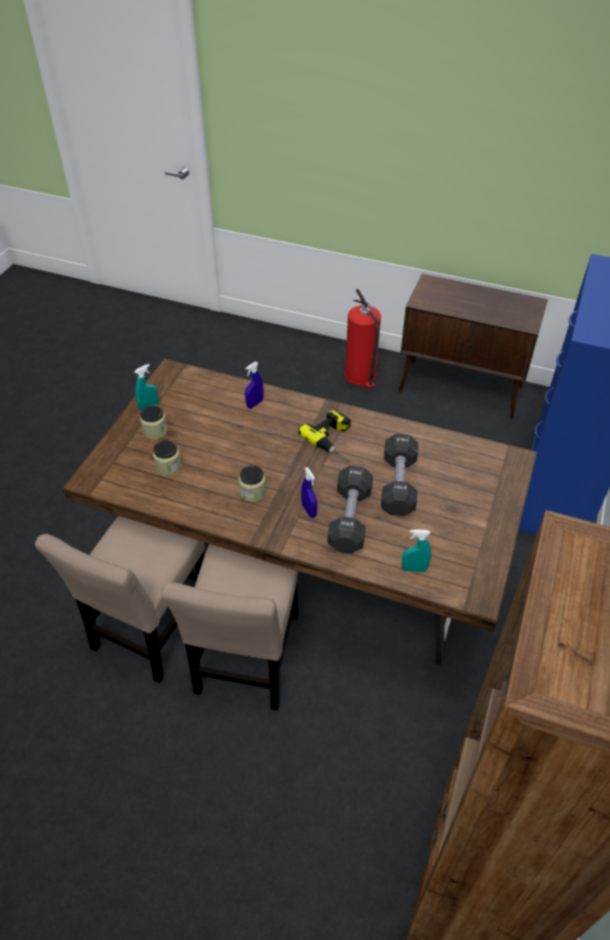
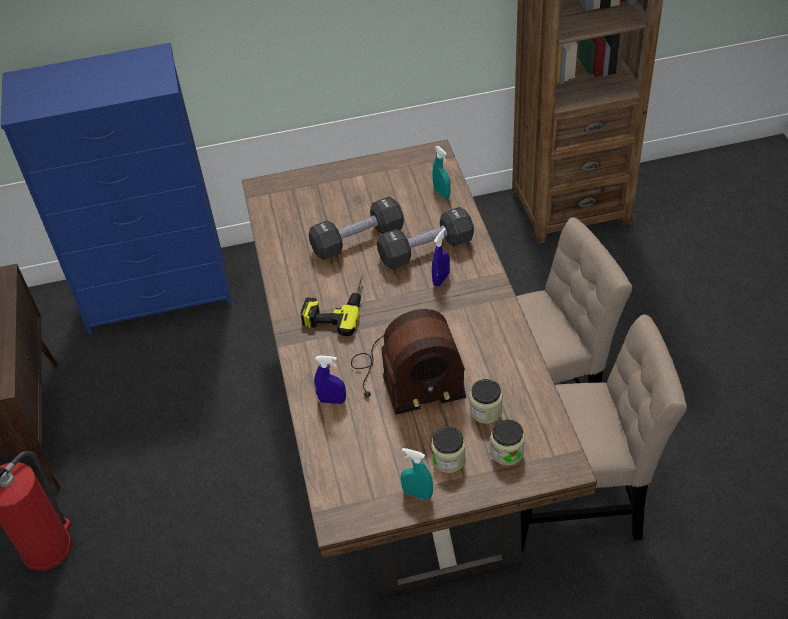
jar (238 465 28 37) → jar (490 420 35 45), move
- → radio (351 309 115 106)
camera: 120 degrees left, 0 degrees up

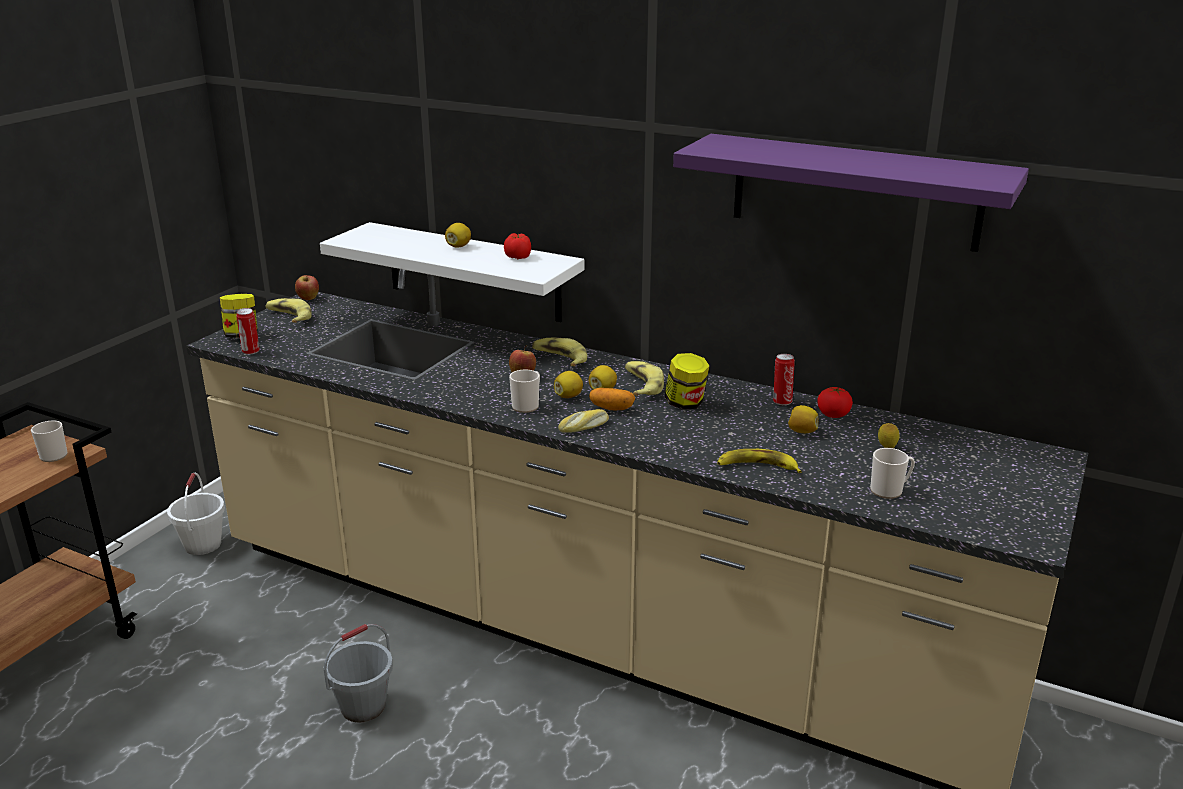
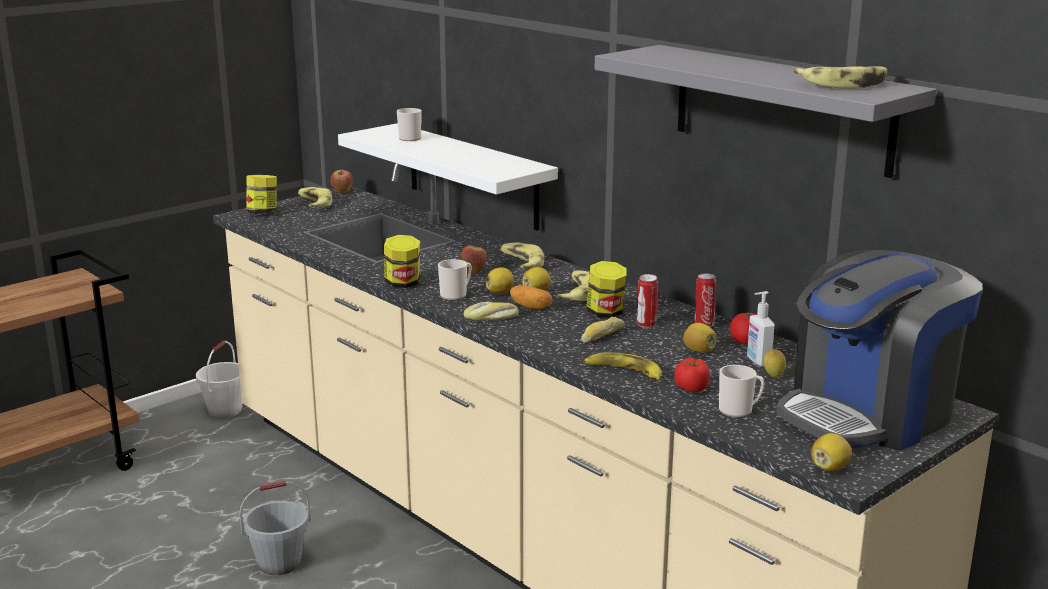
mug (31 421 37 41) → mug (397 108 25 33), move
can (236 308 24 47) → can (636 274 22 54), move
lemon (445 223 26 25) → lemon (811 433 41 39), move
tomato (504 233 27 26) → tomato (674 357 36 35), move
shelf in purple (673 134 356 118) → shelf in grey (595 45 341 133)
- → jar (384 235 36 53)
- → bread (581 317 44 26)
- → soap dispenser (747 291 27 75)
- → coffee machine (776 250 207 201)
- → banana (794 66 93 23)
camera: 20 degrees right, 5 degrees down

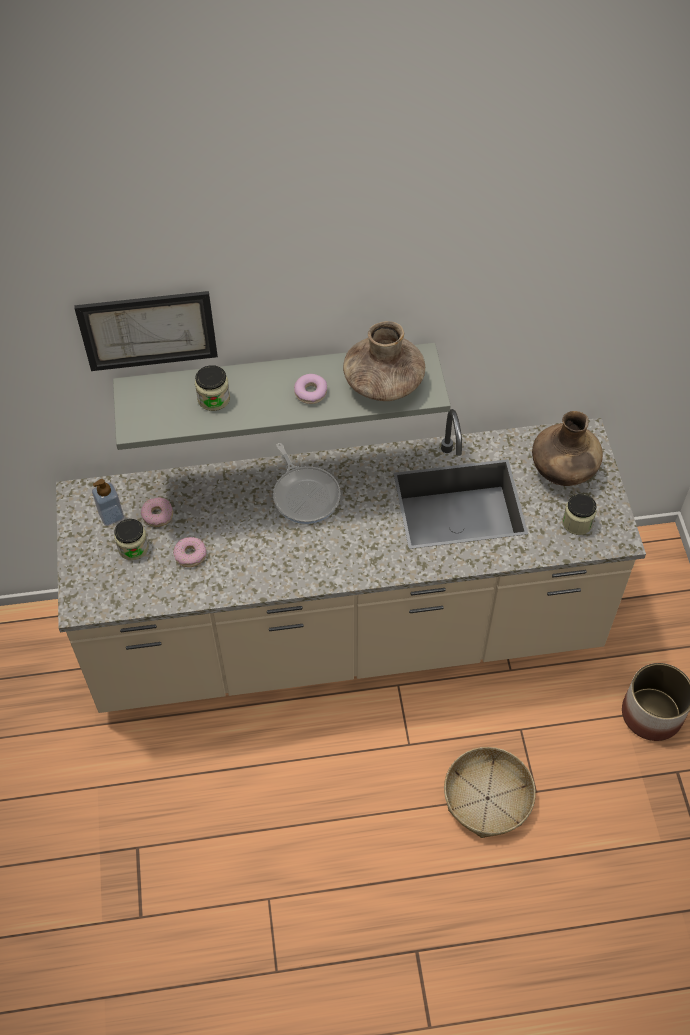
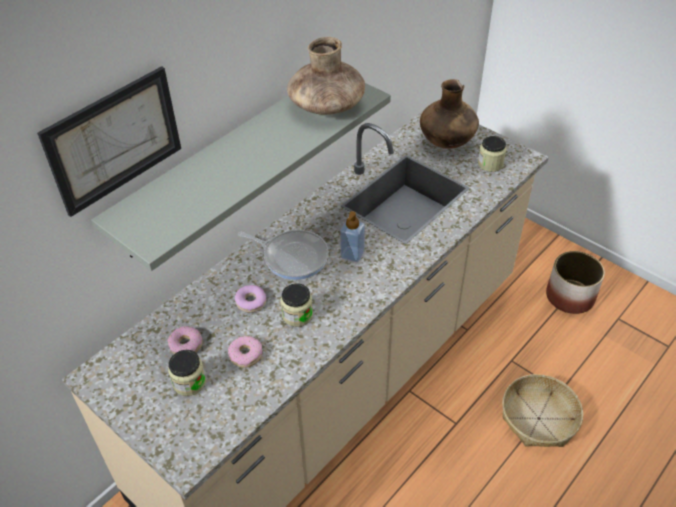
soap dispenser (92 479 32 47) → soap dispenser (340 211 25 51), move
jar (195 365 35 46) → jar (281 283 32 44), move
donut (294 374 33 30) → donut (235 285 31 28), move
camera: 40 degrees left, 10 degrees down

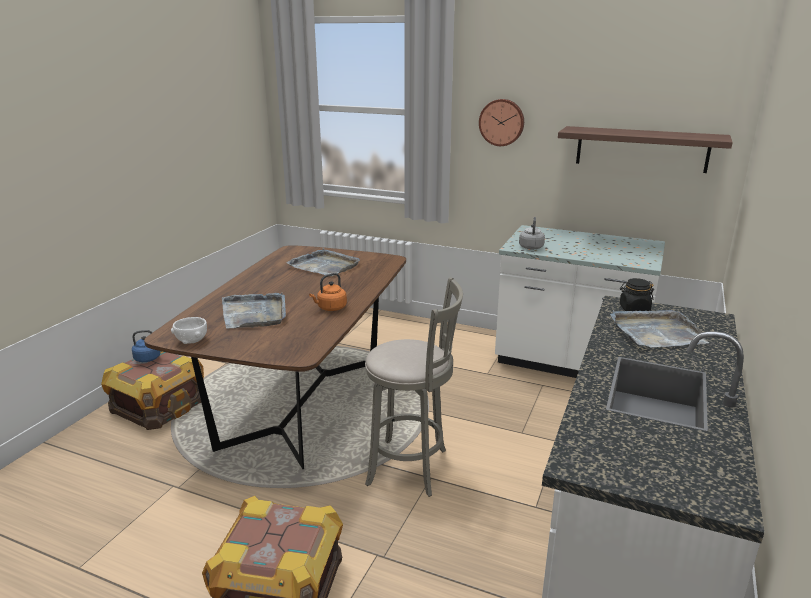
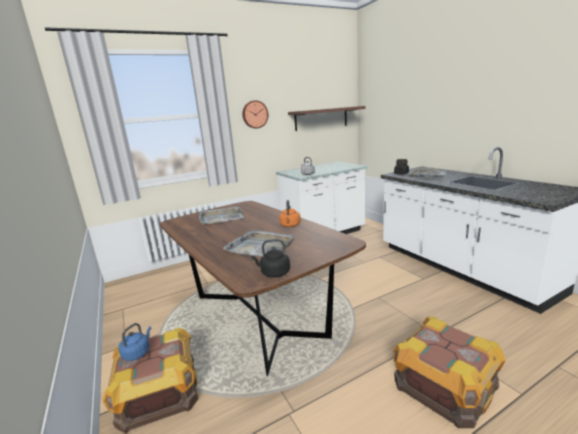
bowl in white (171 317 36 27) → kettle in black (251 239 39 39)
stool in grey (365 277 98 220) → -
camera: 50 degrees left, 5 degrees down

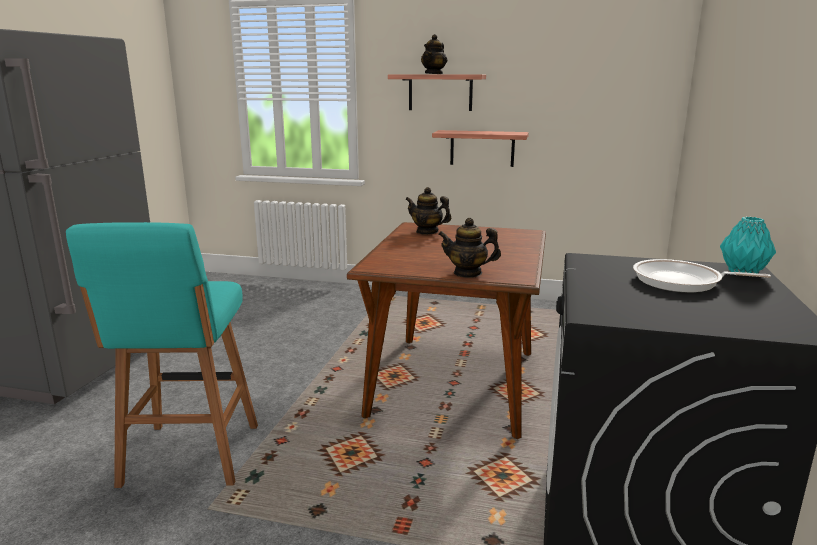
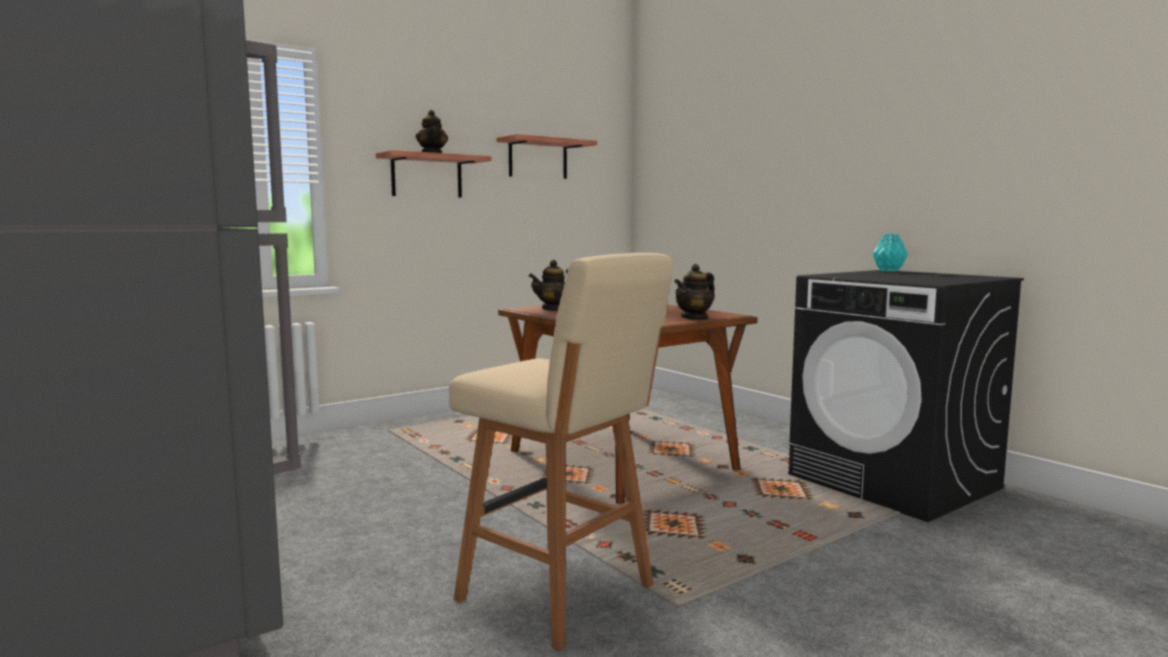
stool in turquoise (66 222 192 266) → stool in beige (449 253 224 398)
shelf (432 130 97 37) → shelf (496 134 101 45), move
frying pan (633 259 138 33) → -
camera: 50 degrees left, 10 degrees down

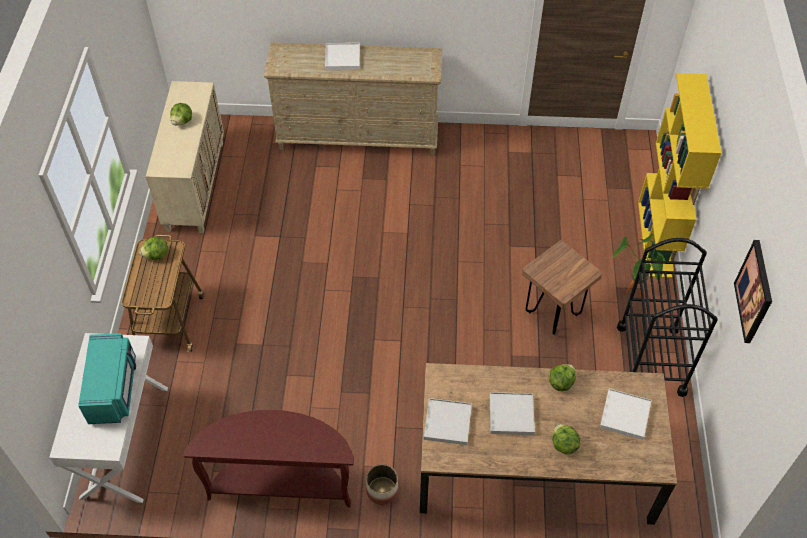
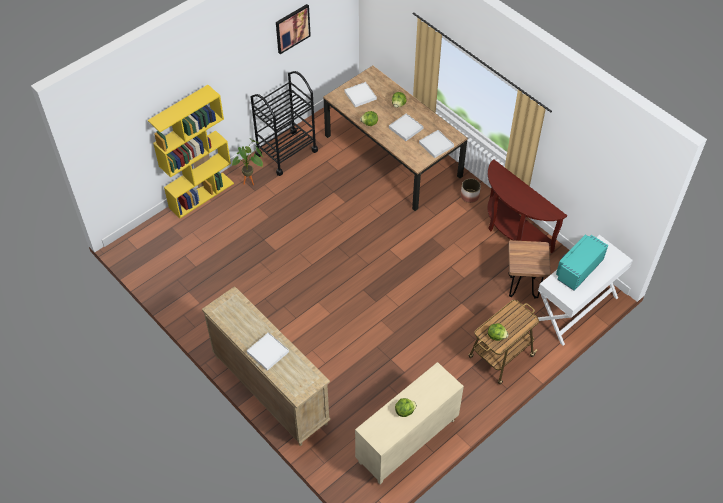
stool in brown (522 240 80 95) → stool in brown (508 240 43 59), move
camera: 135 degrees left, 0 degrees up

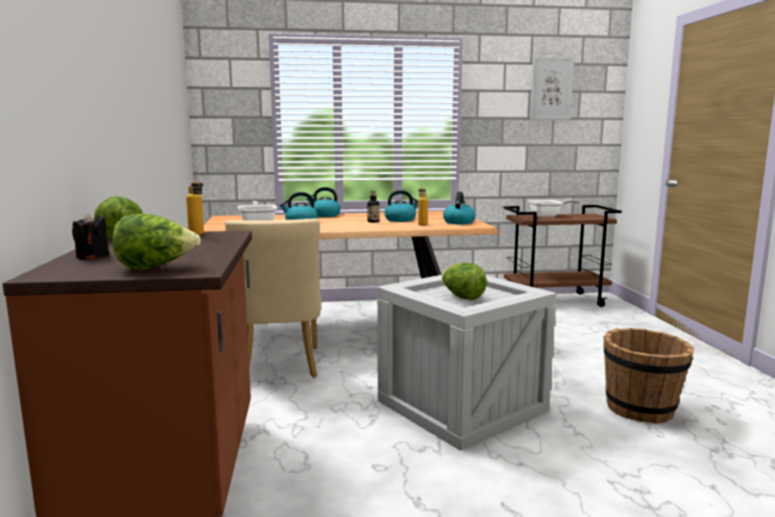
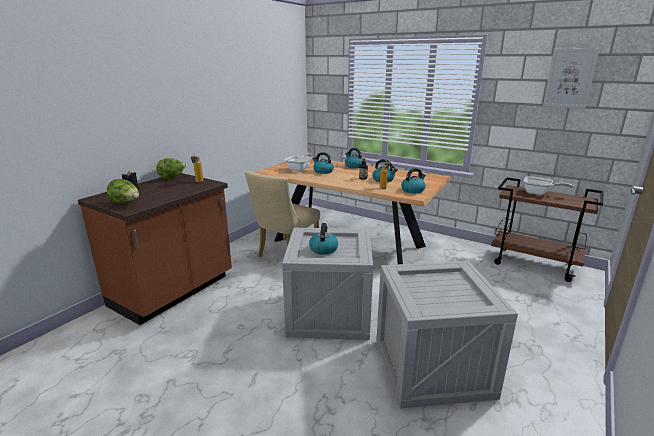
lettuce (441 263 46 37) → kettle (309 223 29 32)
bucket in brown (604 328 90 96) → crate (377 261 141 147)
camera: 40 degrees right, 10 degrees up

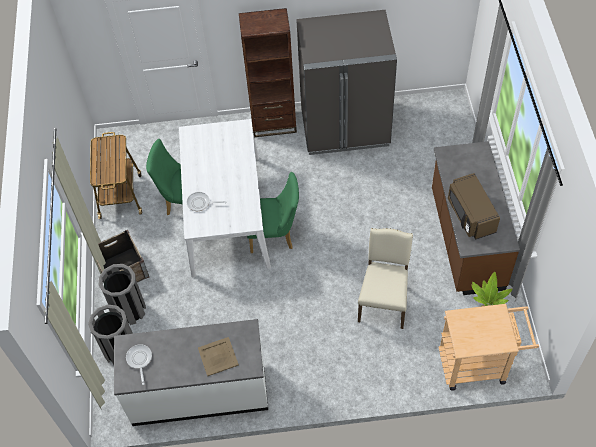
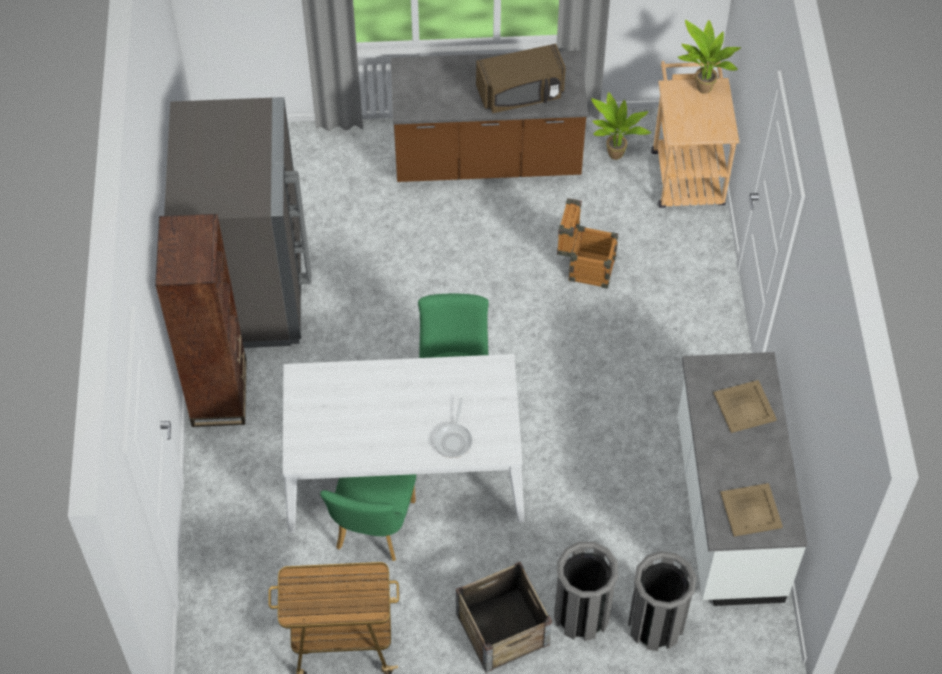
frying pan (126 344 26 41) → tray in beige (720 483 63 54)
chair in beige (358 228 55 101) → crate (557 198 61 91)
- → potted plant (678 20 63 74)
camera: 90 degrees left, 0 degrees up

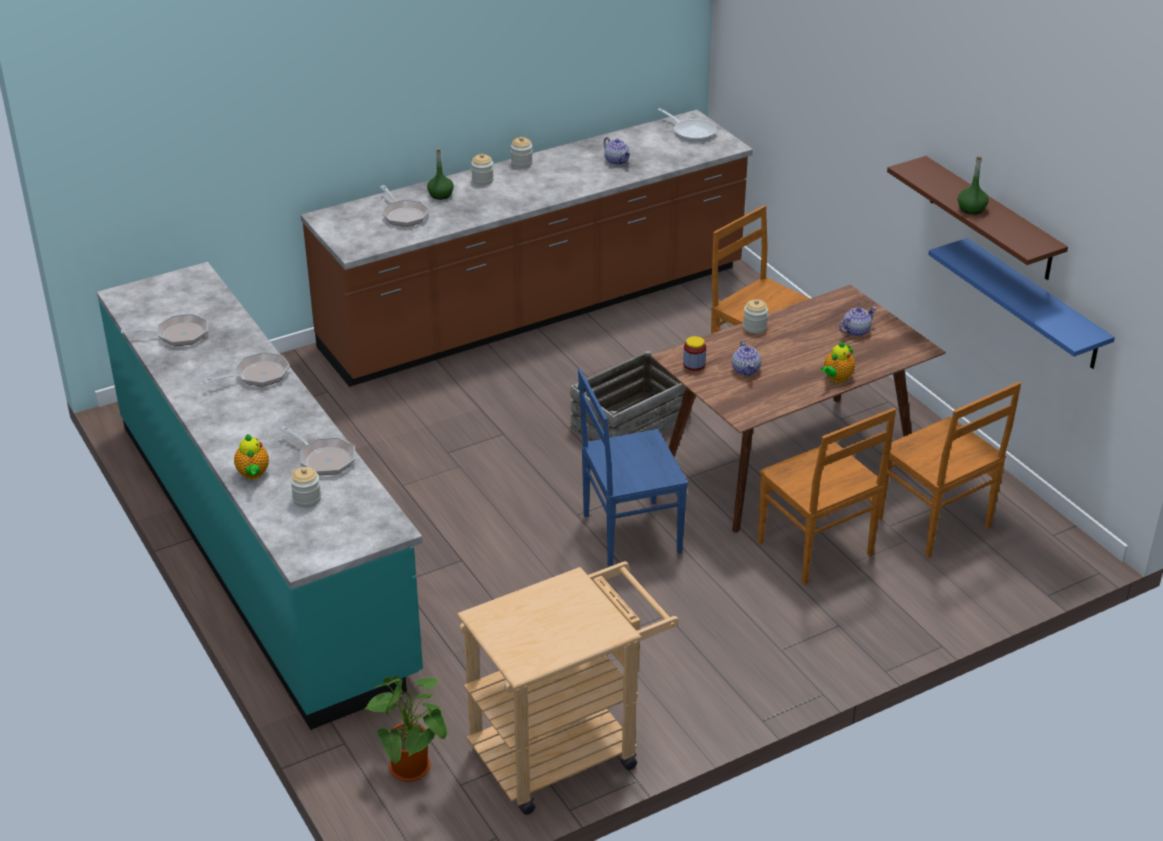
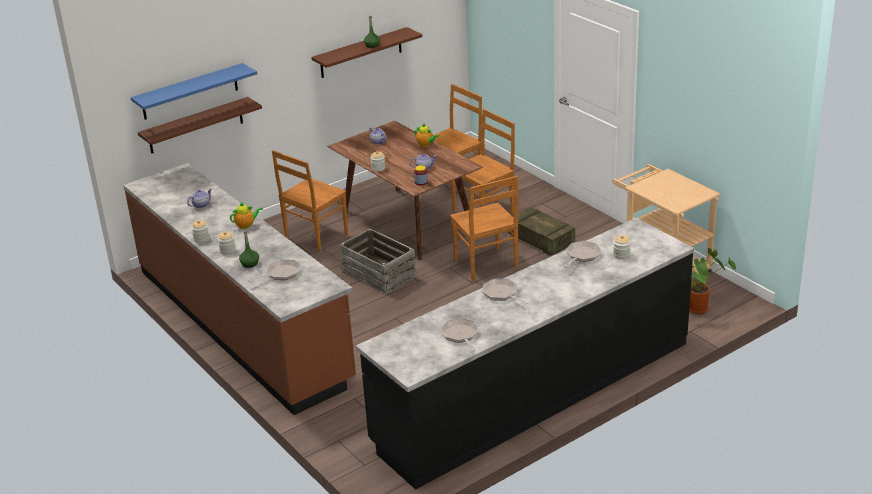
counter in turquoise (97 262 326 468) → counter in black (356 218 338 272)
teapot (234 434 35 45) → teapot (230 202 33 27), move
chair in blue (578 369 110 198) → chair in brown (450 176 69 105)
frying pan (658 108 58 33) → -
shelf in blue (928 238 187 131) → shelf in blue (131 63 126 57), move
- → shelf in brown (138 97 124 57)
- → crate (508 207 67 49)
camera: 95 degrees left, 5 degrees down

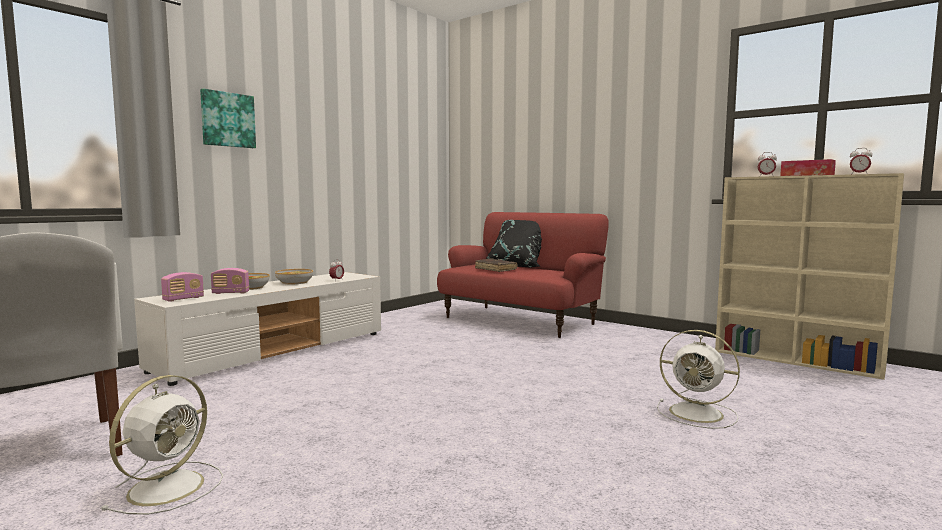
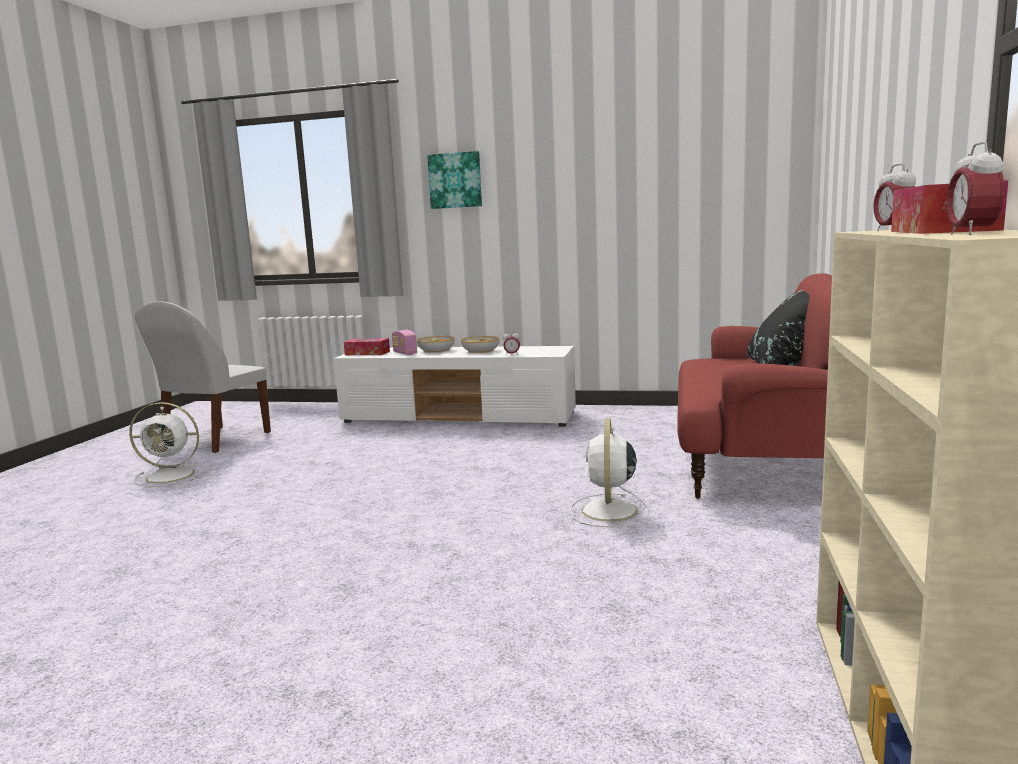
radio (161 272 43 30) → tissue box (344 338 46 17)
book in brown (475 258 42 14) → -
fan in white (657 330 83 99) → fan in white (570 419 81 108), move
camera: 65 degrees right, 5 degrees up

